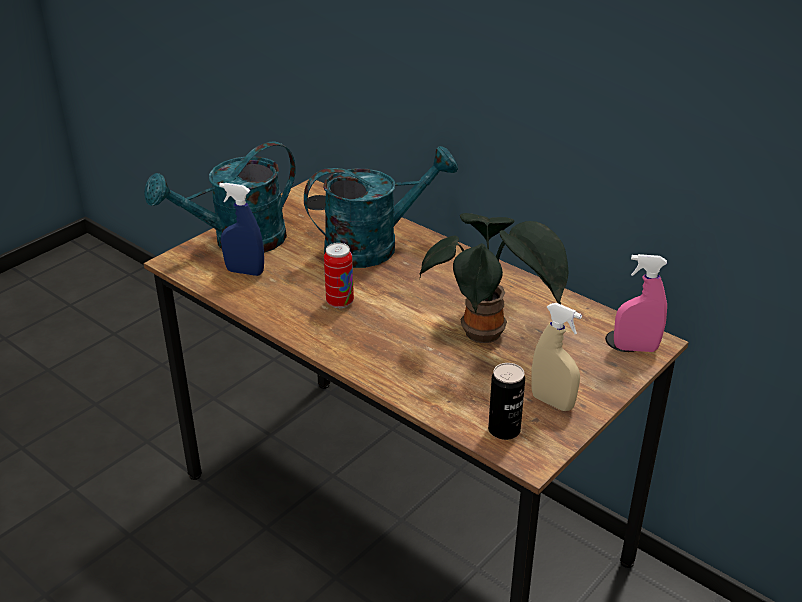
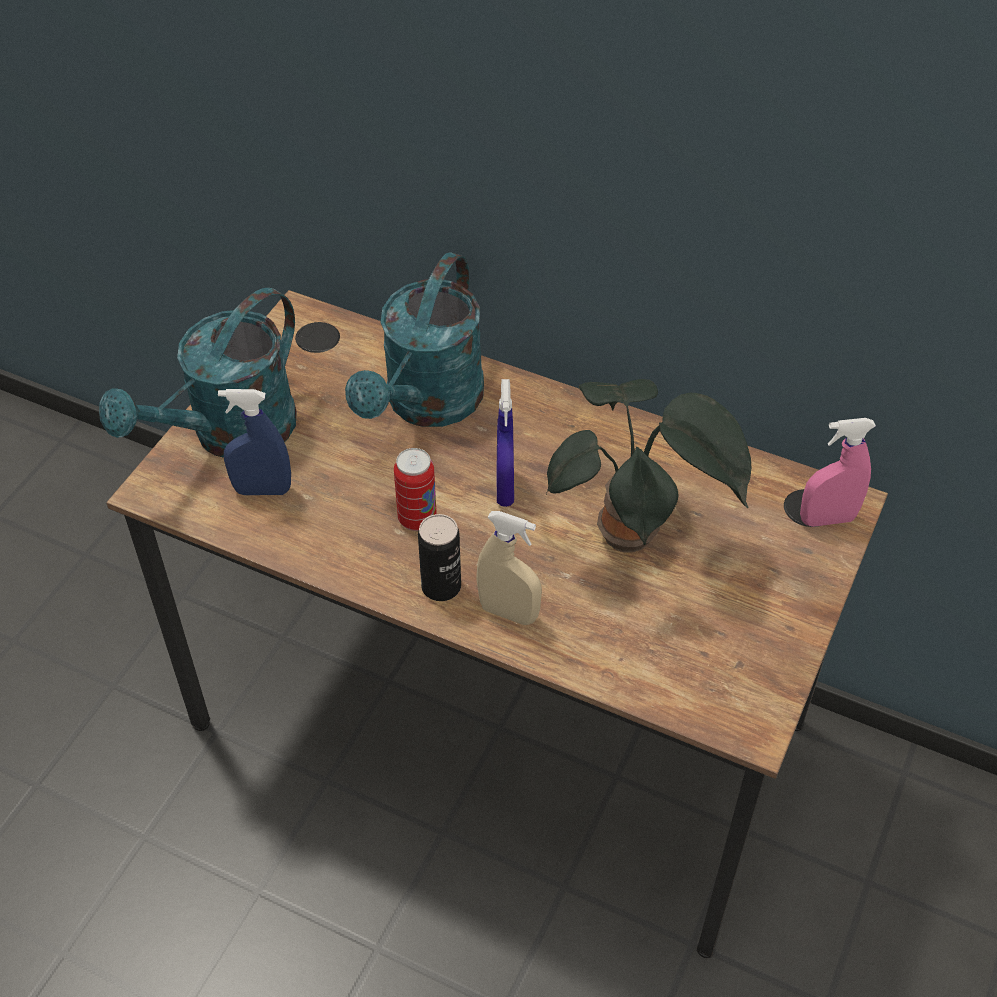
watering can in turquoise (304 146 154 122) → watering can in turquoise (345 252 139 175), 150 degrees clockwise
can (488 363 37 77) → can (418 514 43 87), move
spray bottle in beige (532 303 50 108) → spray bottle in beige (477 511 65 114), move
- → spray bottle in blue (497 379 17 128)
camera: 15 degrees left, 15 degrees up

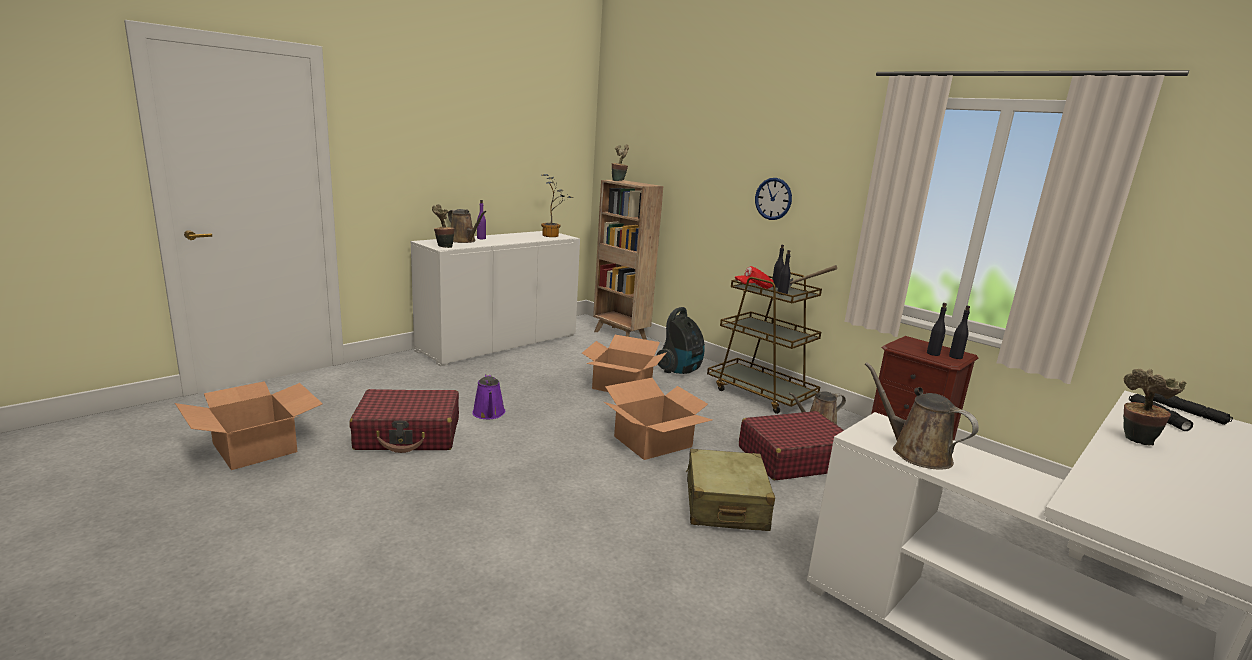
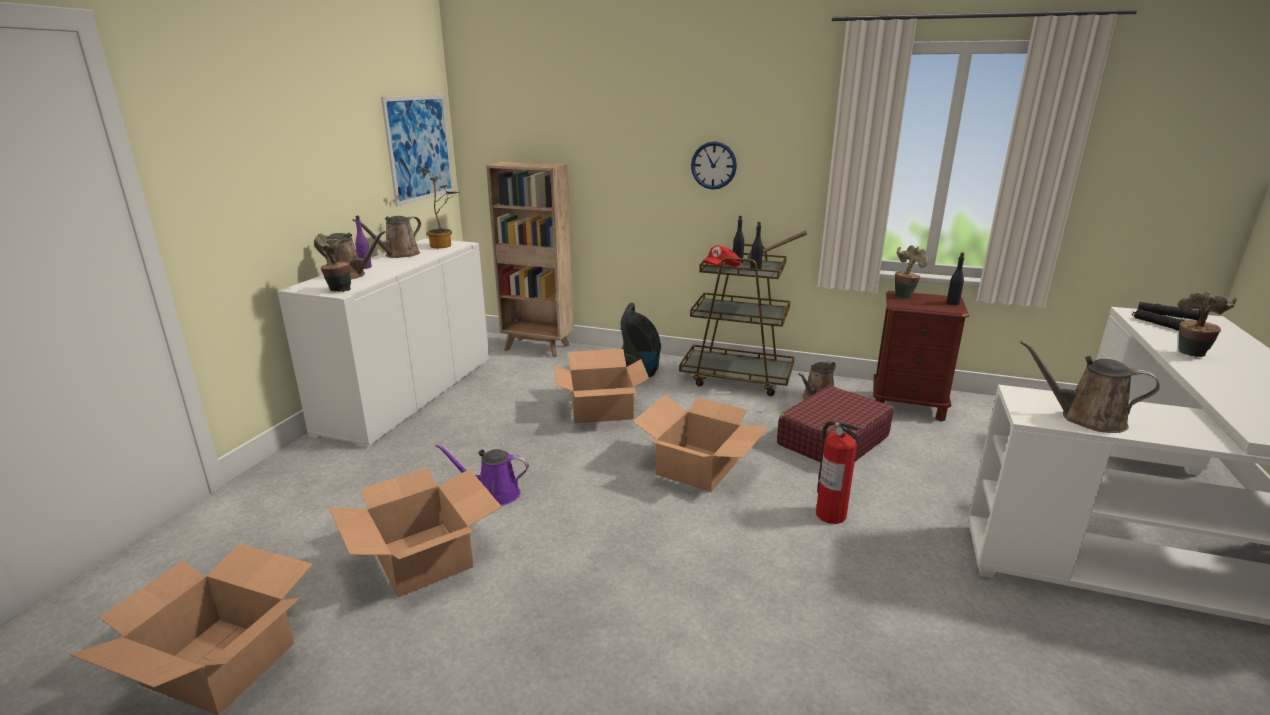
suitcase in red (349 389 110 64) → cardboard box (329 468 173 129)
watering can in purple (472 374 34 45) → watering can in purple (435 444 94 62), 135 degrees clockwise
potted plant (612 144 17 37) → potted plant (895 245 33 54), move
suitcase in beige (686 449 89 82) → fire extinguisher (816 421 45 103)
bottle in black (927 303 20 53) → -
- → watering can in brown (353 216 68 42)
- → picture (381 95 73 111)
camera: 25 degrees left, 5 degrees up

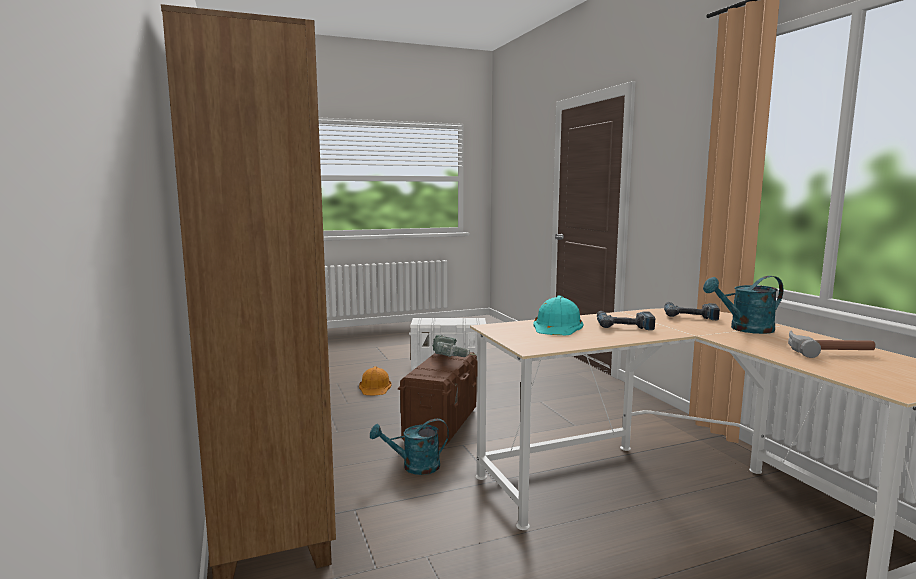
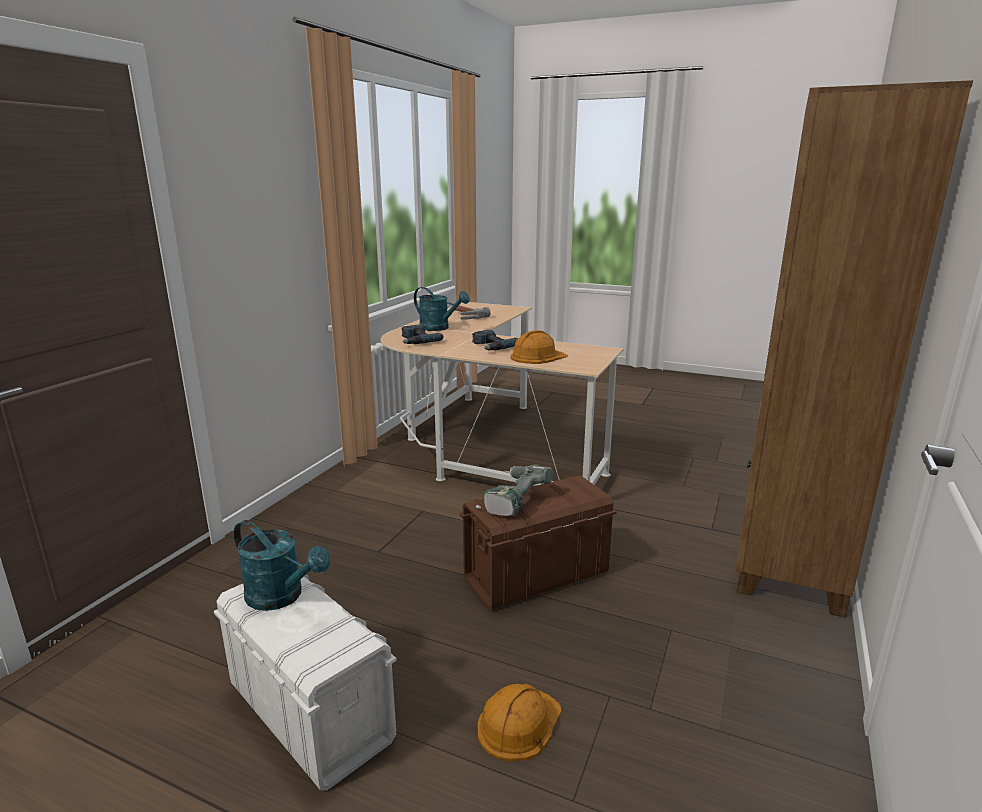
watering can in turquoise (370 419 79 56) → watering can in turquoise (234 520 96 91), move
hard hat in turquoise (533 296 51 39) → hard hat in orange (510 330 58 34)
camera: 135 degrees left, 10 degrees up

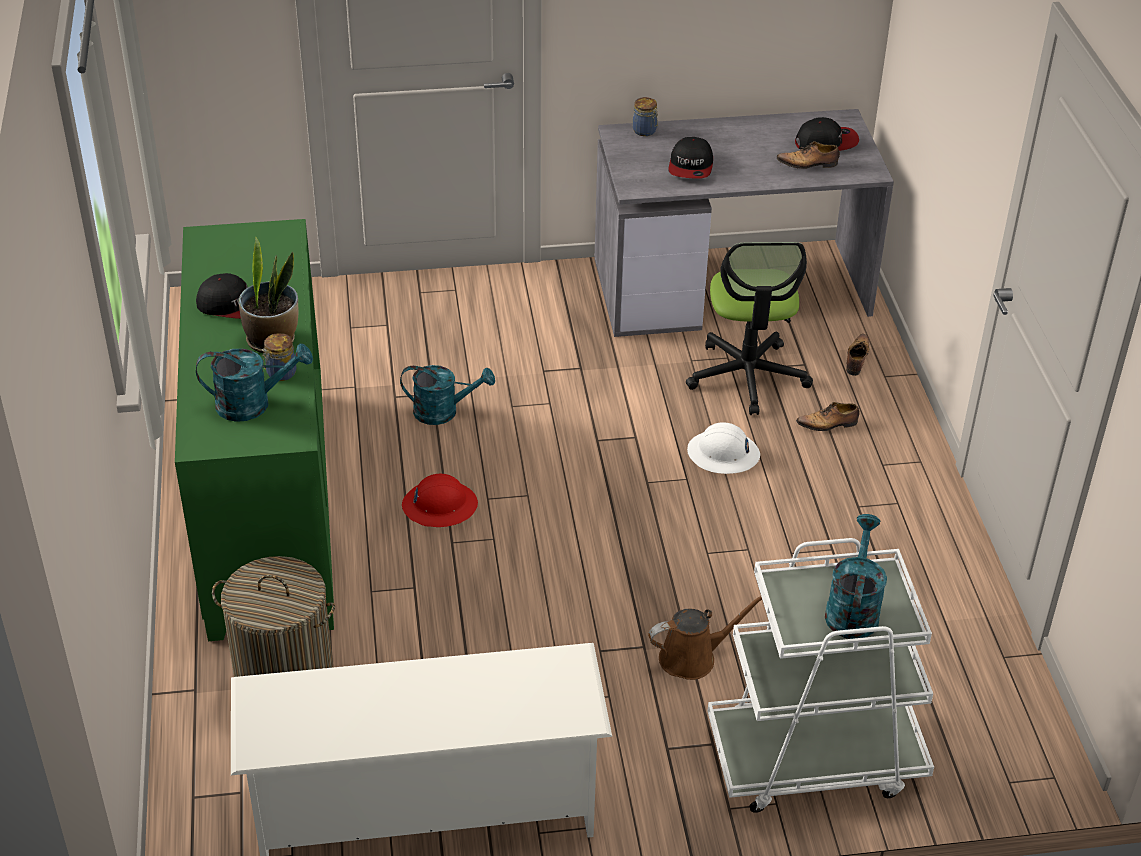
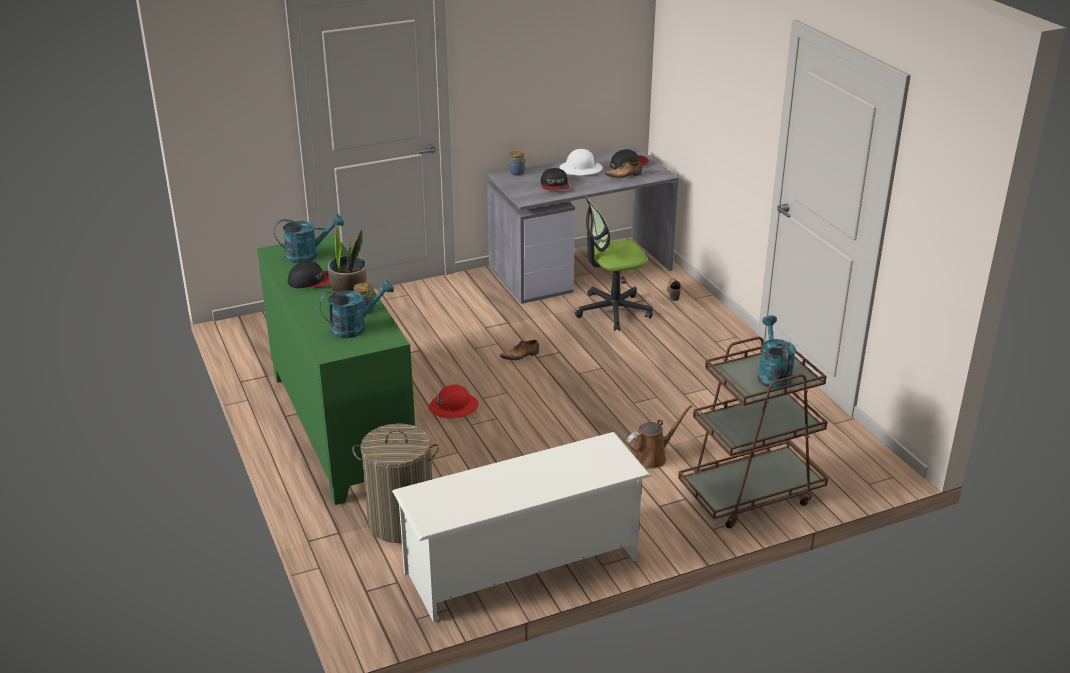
watering can in turquoise (400 365 95 60) → watering can in turquoise (274 214 70 49), move
office chair (686 242 127 173) → office chair (575 195 78 136), 90 degrees clockwise
hard hat in white (687 422 73 52) → hard hat in white (559 149 44 27), move
cart in white (708 538 226 275) → cart in brown (678 337 150 191)
shoe (796 402 64 29) → shoe (500 340 39 20), move
camera: 15 degrees left, 10 degrees down

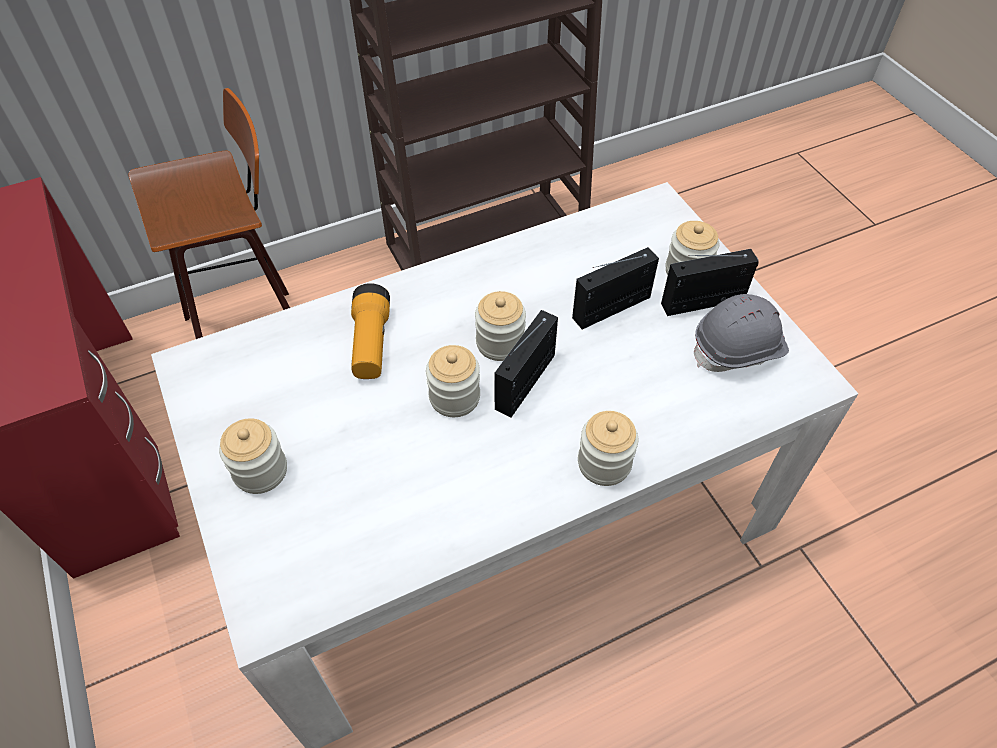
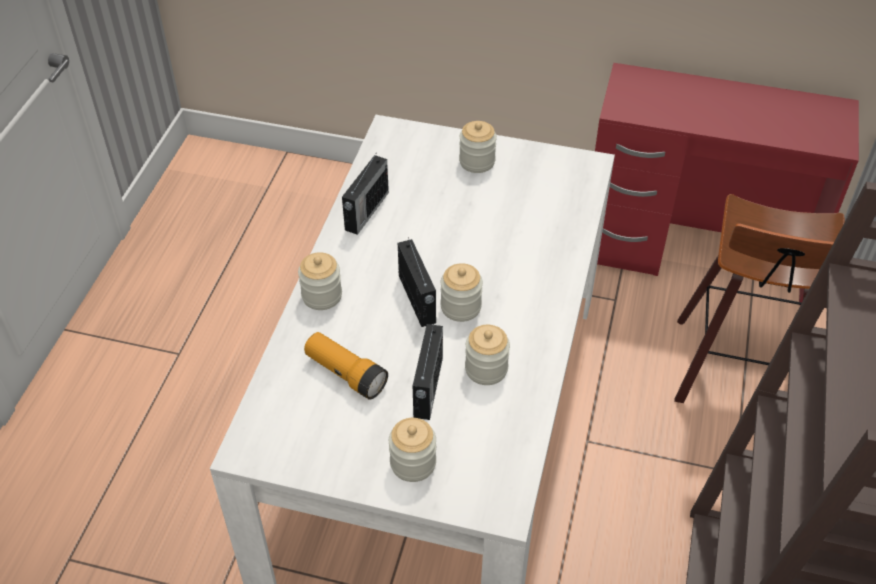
flashlight (351 283 39 96) → flashlight (304 332 84 68), move
jar (426 345 54 72) → jar (465 325 45 60), move
radio (661 249 98 67) → radio (342 154 47 81), move
hard hat in grey (694 294 95 78) → -
camera: 130 degrees right, 5 degrees down

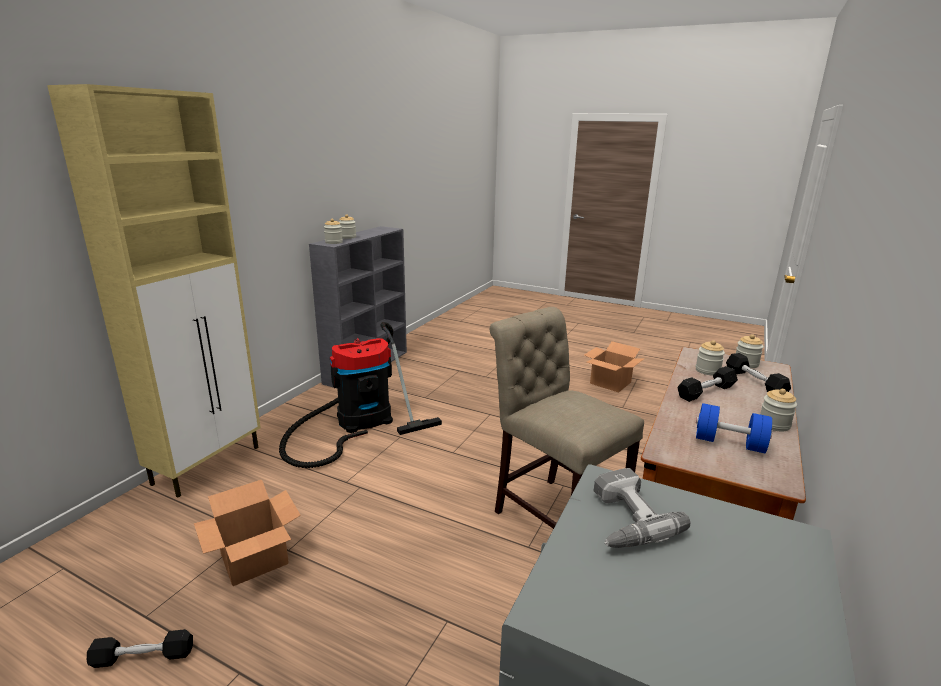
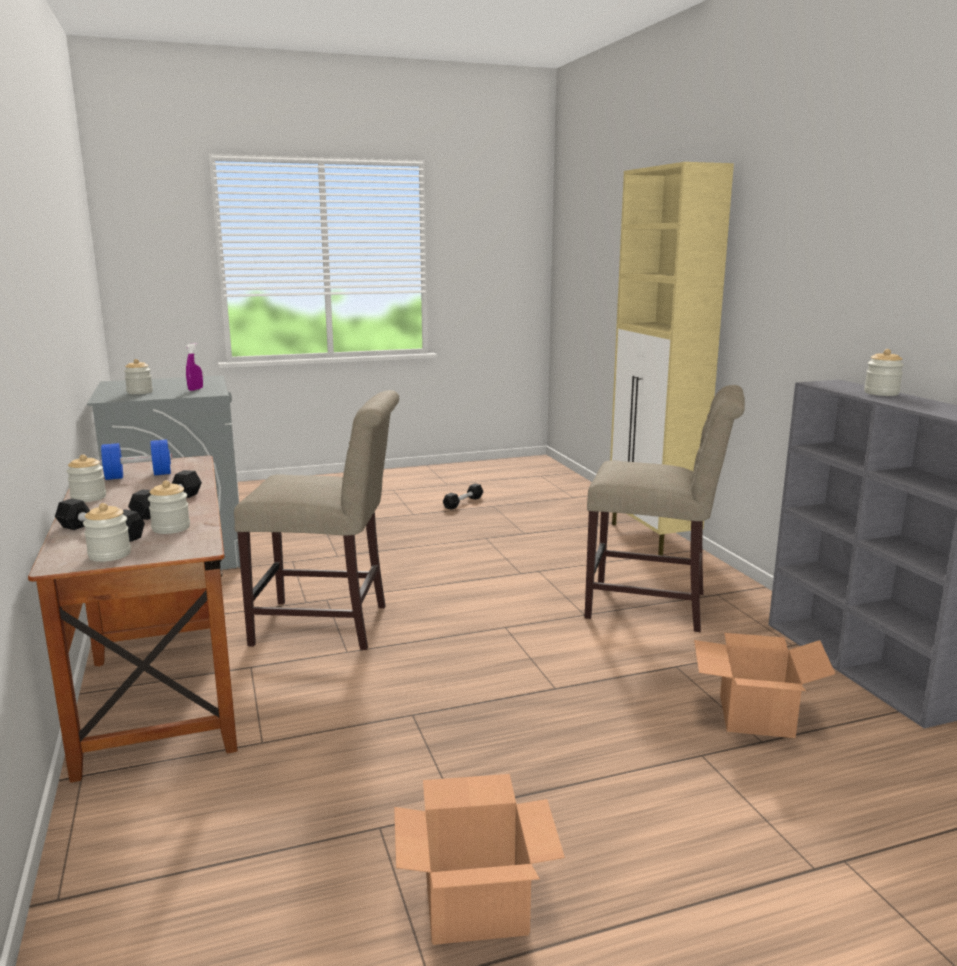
cardboard box (194 480 107 106) → cardboard box (694 633 142 105), move
vacuum cleaner (279 322 163 146) → chair in beige (585 385 160 247)
jar (324 219 19 25) → jar (124 359 29 35), move
power drill (594 468 96 80) → spray bottle in purple (186 343 17 48)
camera: 135 degrees right, 5 degrees down

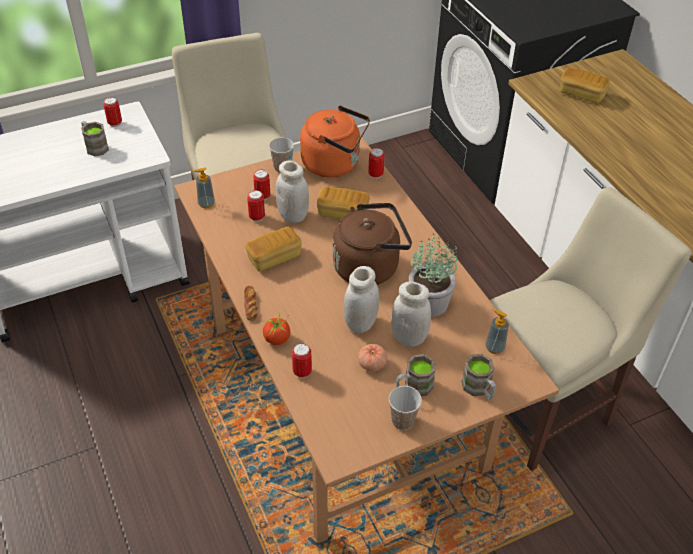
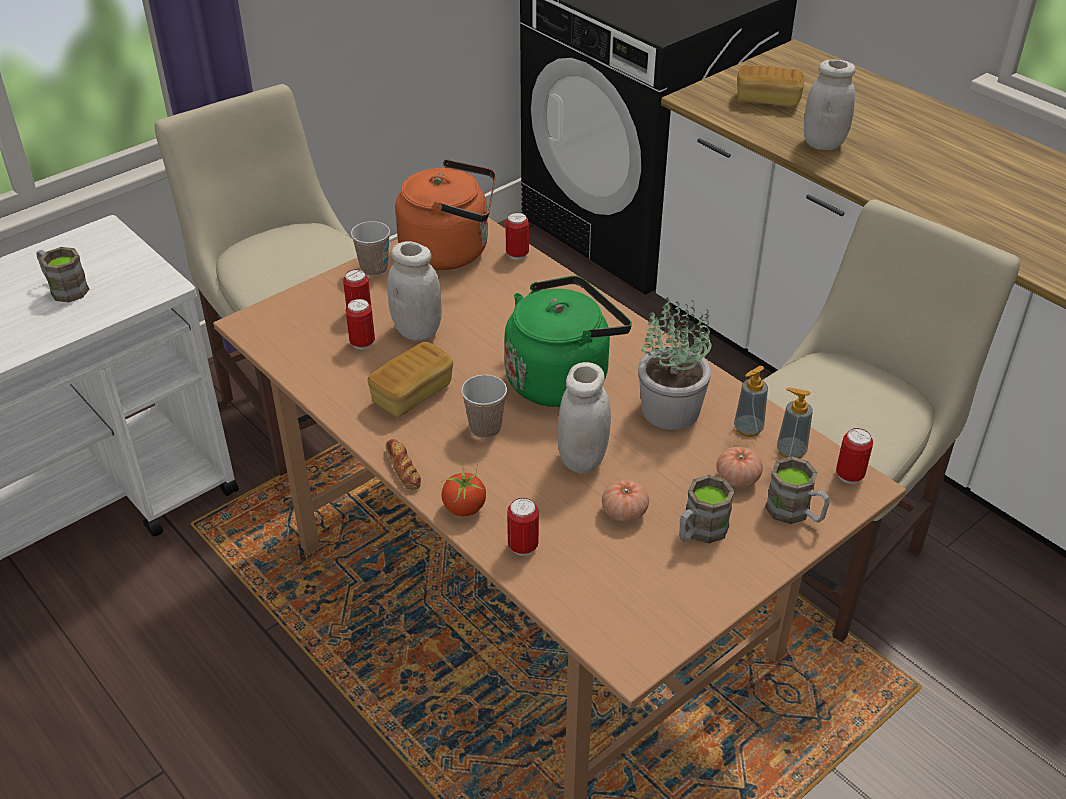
can (103 97 19 30) → can (836 428 37 56), move
soap dispenser (193 167 22 41) → soap dispenser (734 366 34 71), move
bread (317 186 53 33) → -
kettle in brown (332 203 80 82) → kettle in green (504 276 128 131)
cup (389 386 33 44) → cup (461 375 46 63), move
jar in white (391 281 40 66) → jar in white (804 59 52 91), move
- → tomato (716 447 47 40)
camera: 15 degrees left, 5 degrees down

